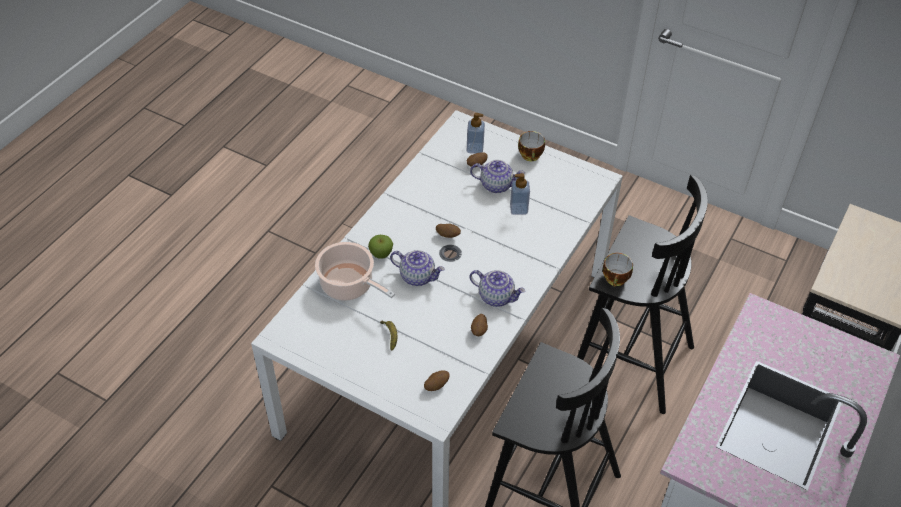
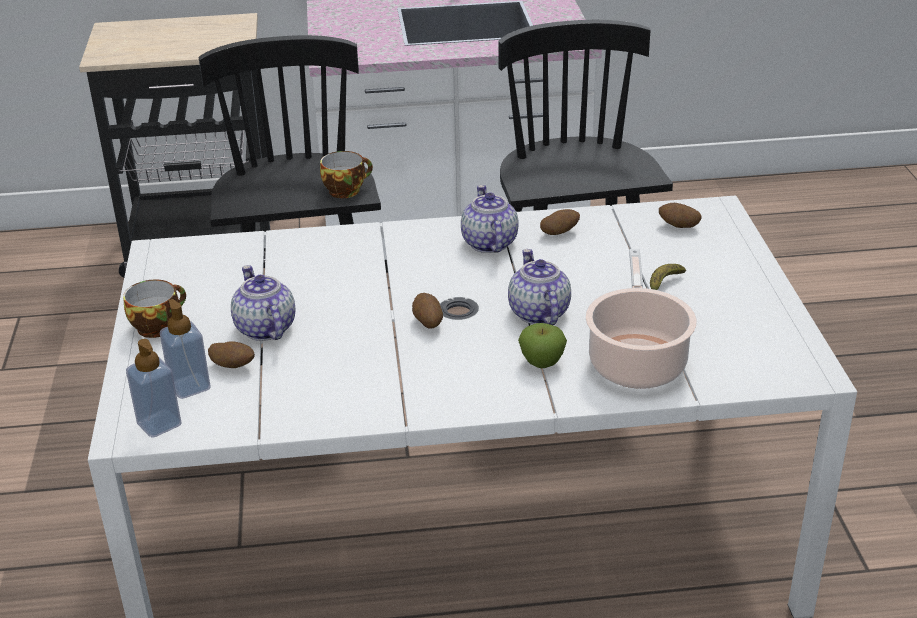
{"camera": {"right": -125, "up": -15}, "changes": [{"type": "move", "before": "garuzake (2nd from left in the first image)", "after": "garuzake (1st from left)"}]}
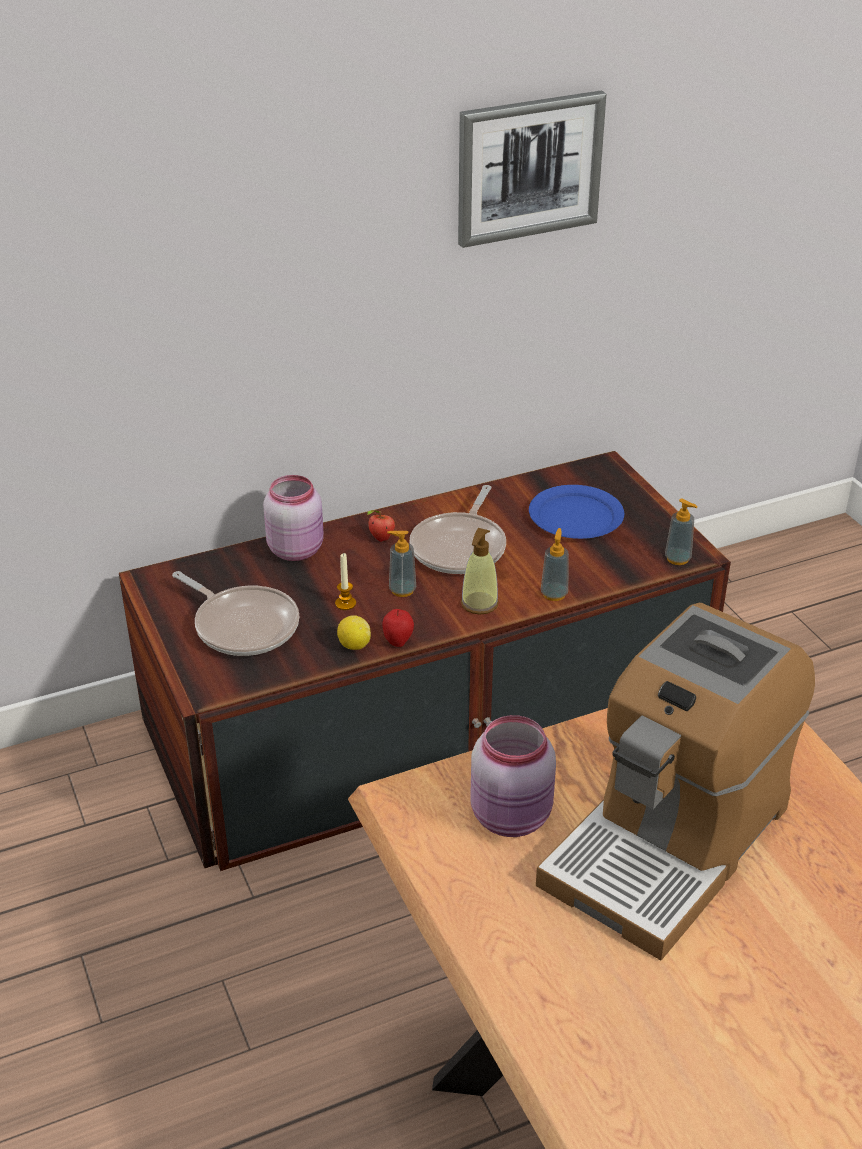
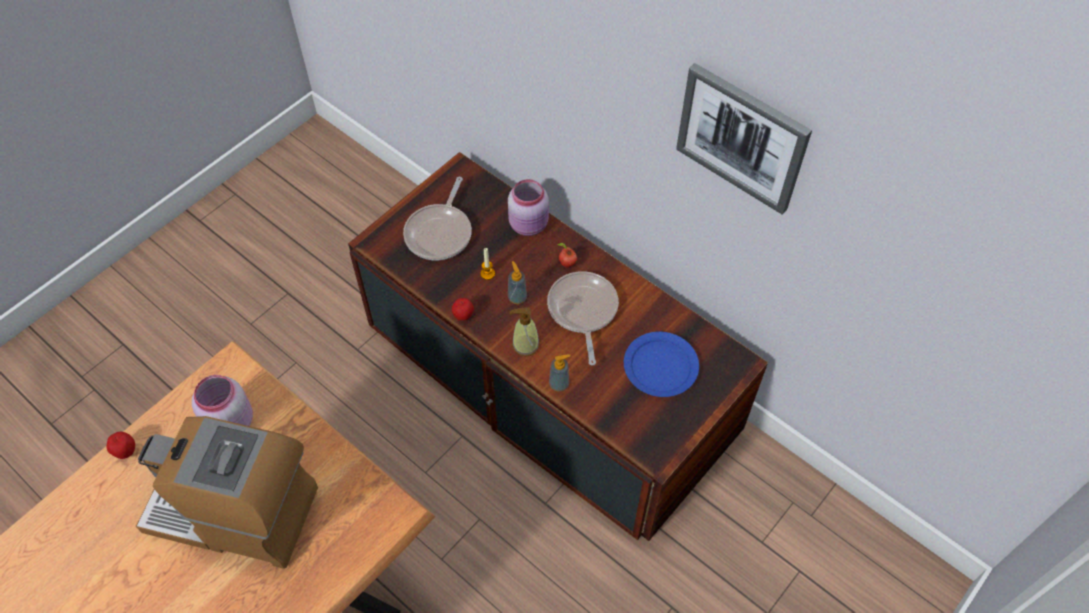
{"camera": {"right": 65, "up": 20}, "changes": [{"type": "delete", "before": "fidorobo"}, {"type": "delete", "before": "garuzake (4th from left)"}, {"type": "insert", "after": "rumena (1st from left)"}, {"type": "rotate", "before": "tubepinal (2nd from left)", "turn": 90}]}
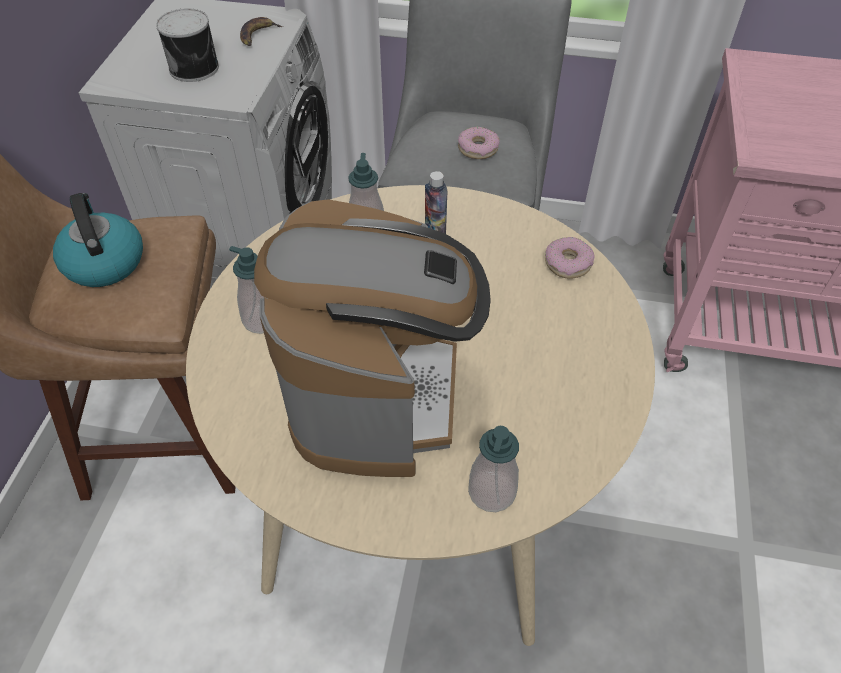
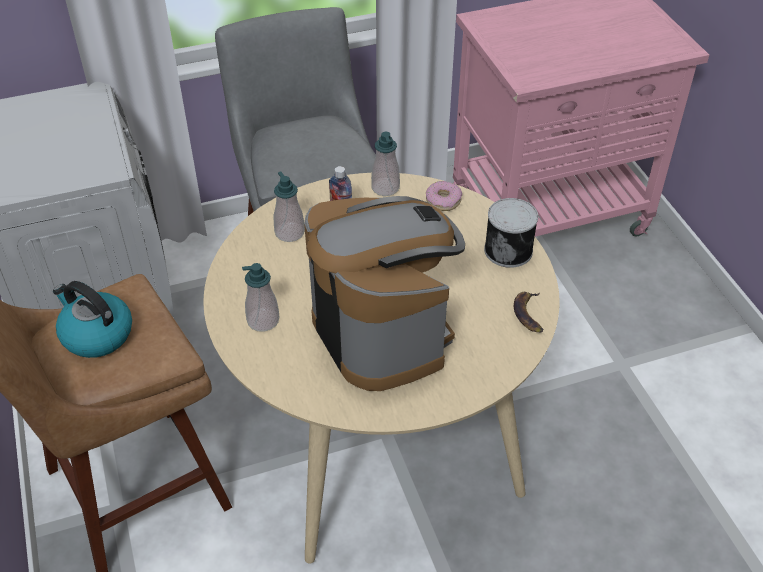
{"camera": {"right": -30, "up": -5}, "changes": [{"type": "delete", "before": "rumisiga (1st from left)"}, {"type": "move", "before": "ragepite"}, {"type": "move", "before": "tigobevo"}, {"type": "move", "before": "garuzake (3rd from left)"}]}
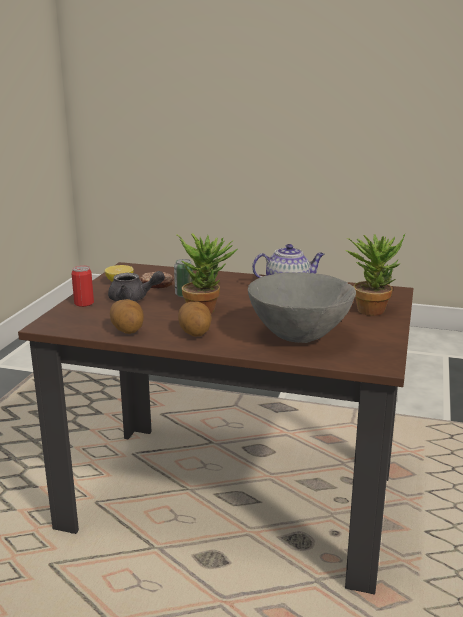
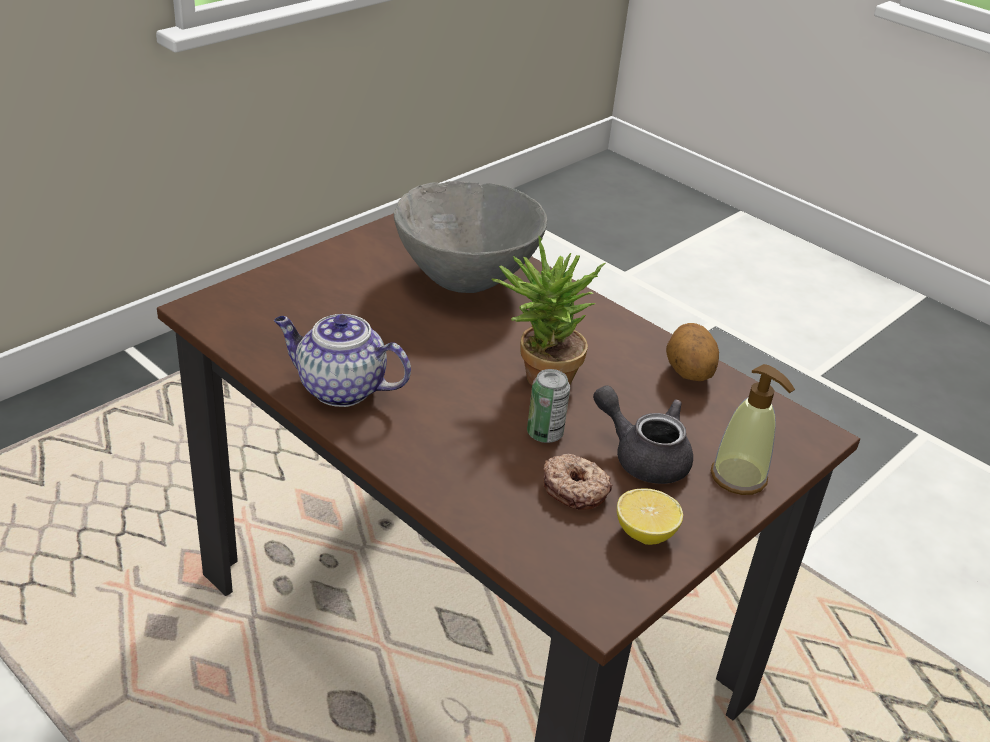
{"camera": {"right": -155, "up": 15}, "changes": [{"type": "delete", "before": "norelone (2nd from left)"}, {"type": "delete", "before": "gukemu (2nd from left)"}, {"type": "replace", "before": "ragepite (1st from left)", "after": "garuzake"}]}
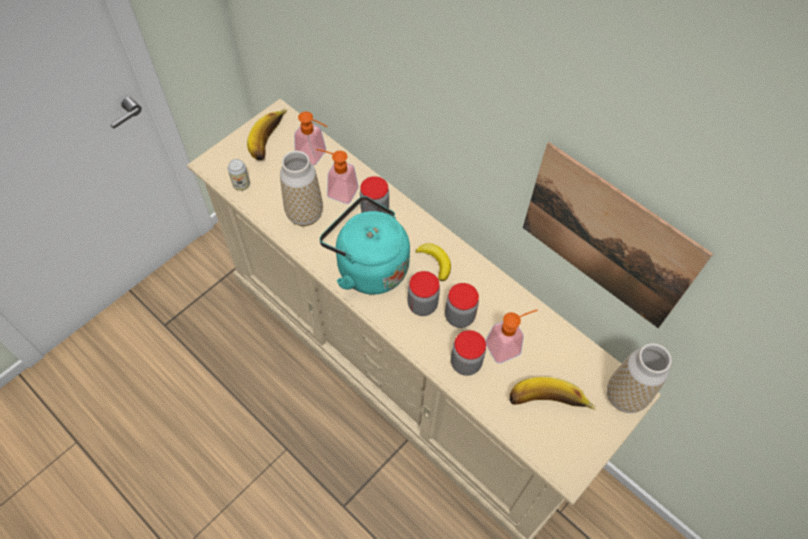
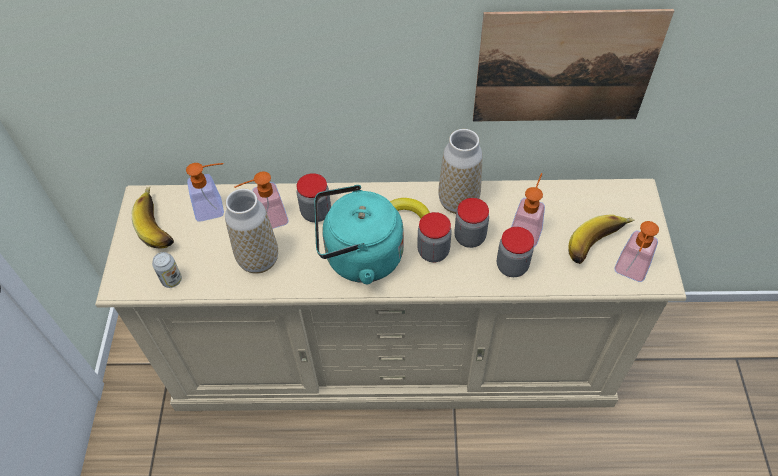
{"camera": {"right": -40, "up": -5}, "changes": [{"type": "insert", "after": "garuzake (4th from left)"}, {"type": "move", "before": "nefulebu (2nd from left)"}]}
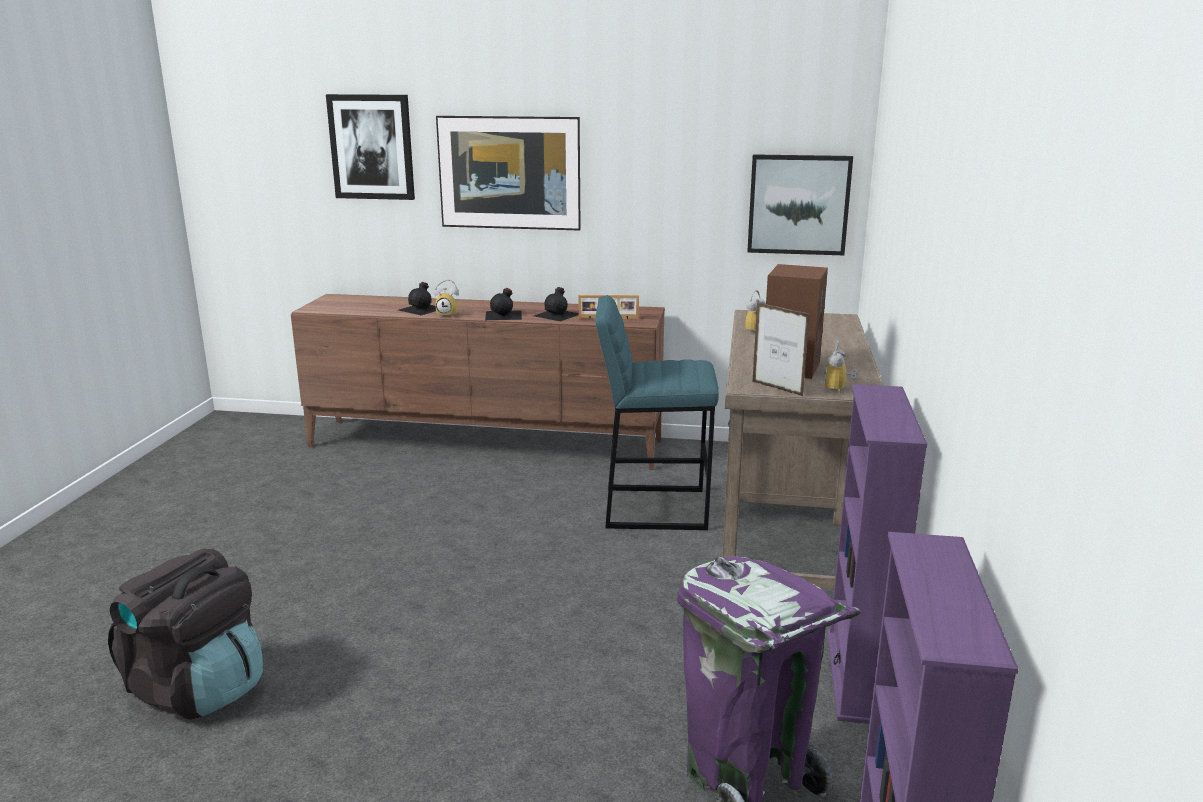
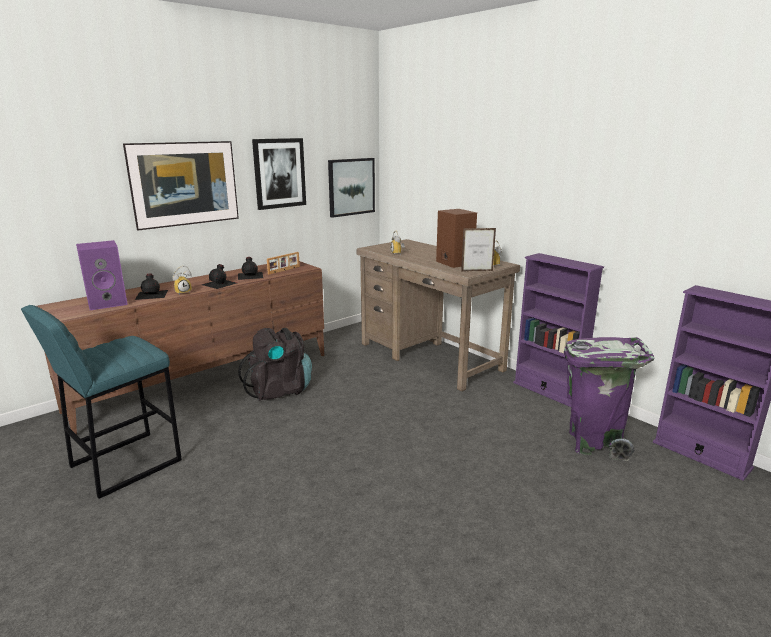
{"camera": {"right": -50, "up": 0}, "changes": [{"type": "insert", "after": "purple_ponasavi"}, {"type": "move", "before": "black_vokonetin"}, {"type": "move", "before": "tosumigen (1st from left in the first image)", "after": "tosumigen (2nd from left)"}, {"type": "move", "before": "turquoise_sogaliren"}]}
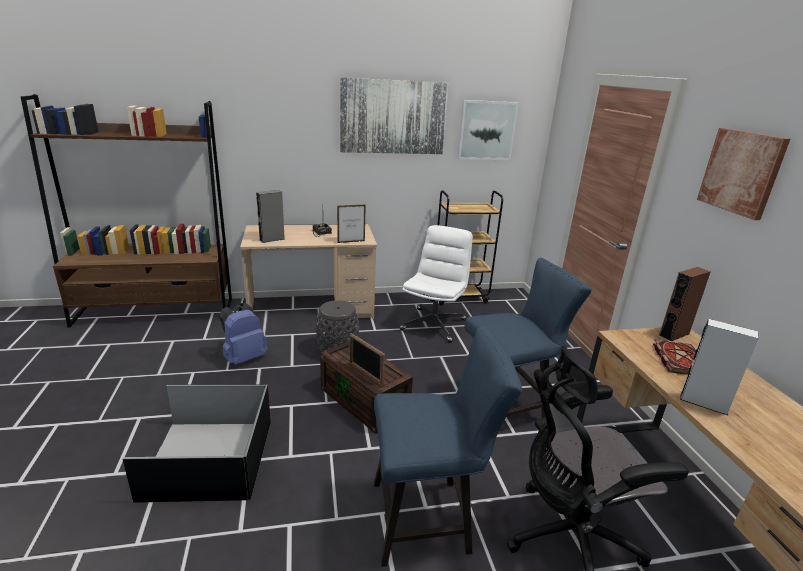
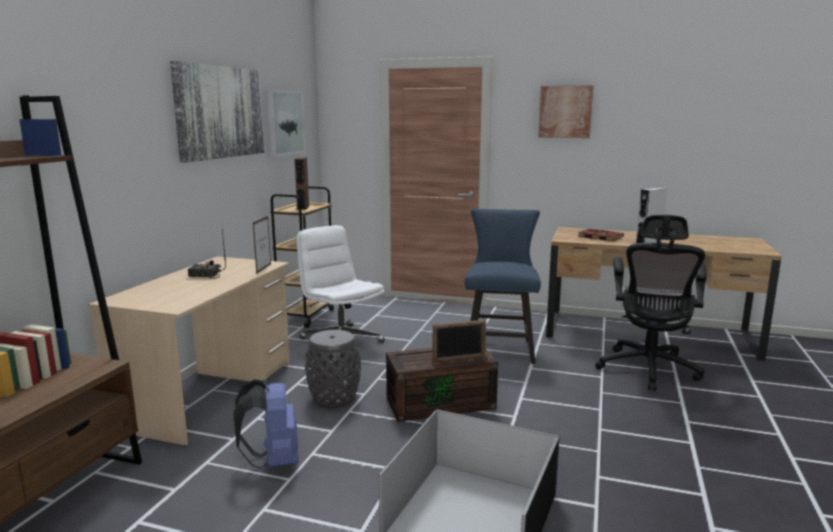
{"camera": {"right": -60, "up": -10}, "changes": [{"type": "delete", "before": "grey_ponasavi (1st from left)"}, {"type": "delete", "before": "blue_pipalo (1st from left)"}, {"type": "move", "before": "brown_ponasavi"}]}
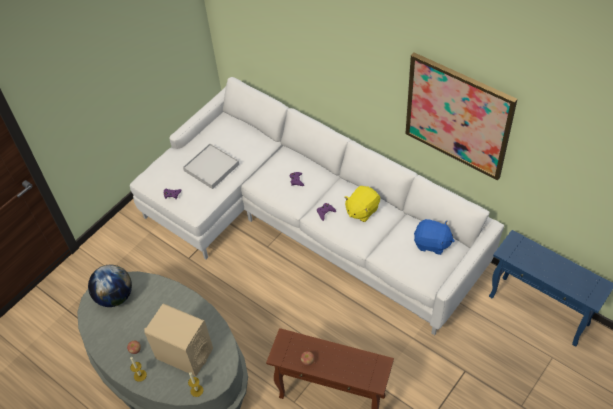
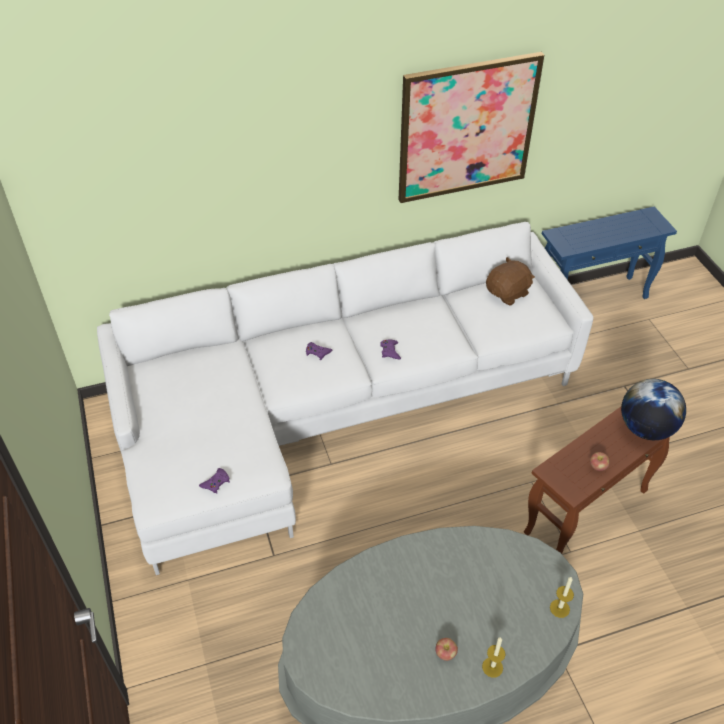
{"camera": {"right": -60, "up": -5}, "changes": [{"type": "delete", "before": "beige_ponasavi"}, {"type": "delete", "before": "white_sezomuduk"}, {"type": "delete", "before": "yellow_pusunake"}, {"type": "move", "before": "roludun"}, {"type": "recolor", "before": "blue_pusunake", "after": "brown_pusunake"}]}
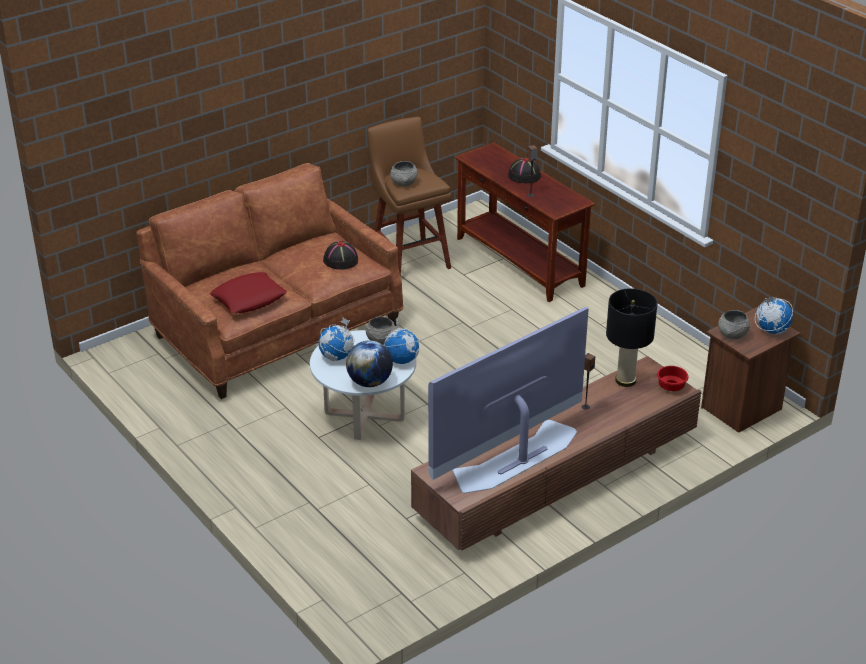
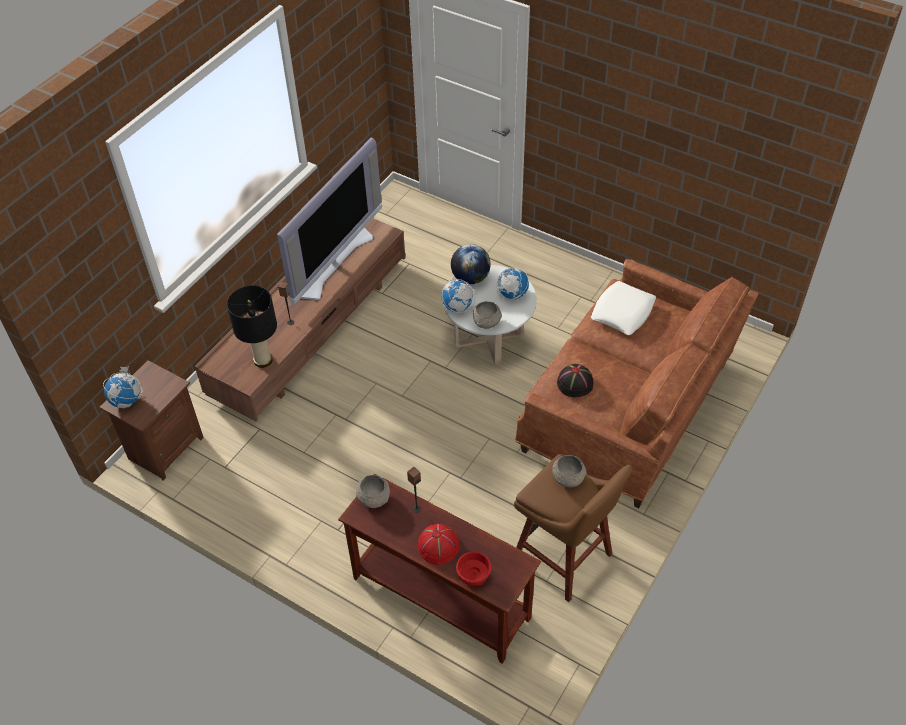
{"camera": {"right": 160, "up": 15}, "changes": [{"type": "move", "before": "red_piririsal"}, {"type": "move", "before": "grey_piririsal (3rd from left in the first image)", "after": "grey_piririsal (1st from left)"}, {"type": "recolor", "before": "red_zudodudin", "after": "white_zudodudin"}, {"type": "recolor", "before": "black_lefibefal (2nd from left)", "after": "red_lefibefal"}]}
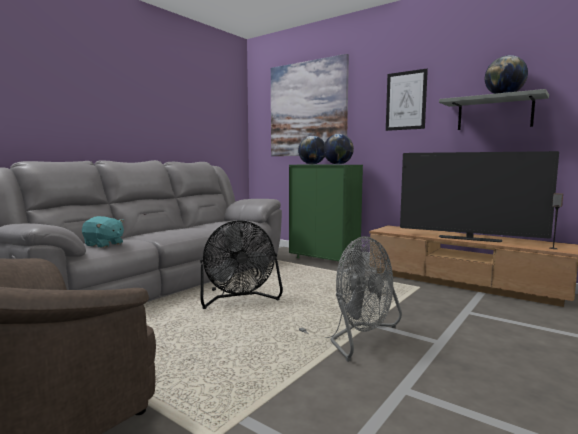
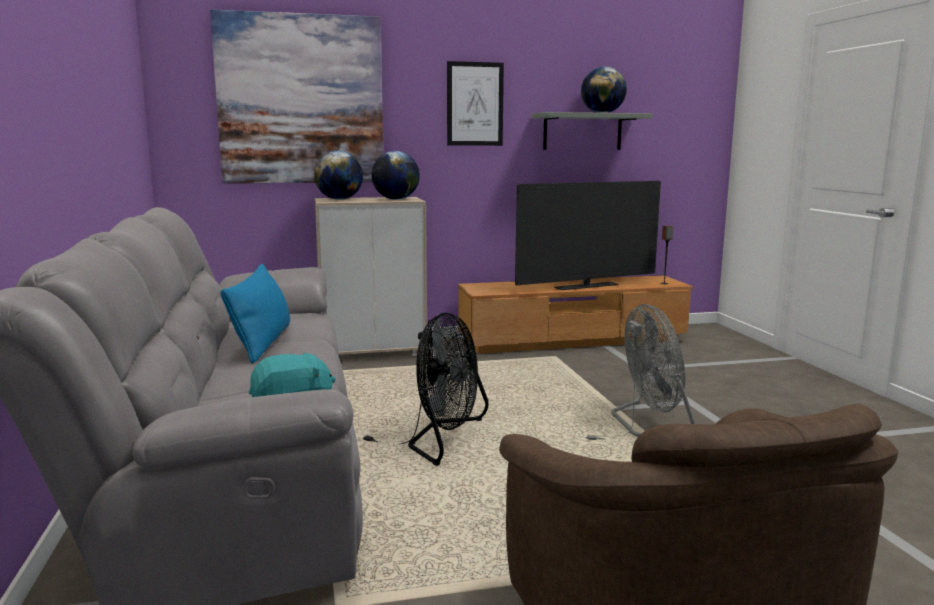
{"camera": {"right": -50, "up": 5}, "changes": [{"type": "insert", "after": "blue_zudodudin"}, {"type": "recolor", "before": "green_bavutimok", "after": "beige_bavutimok"}]}
